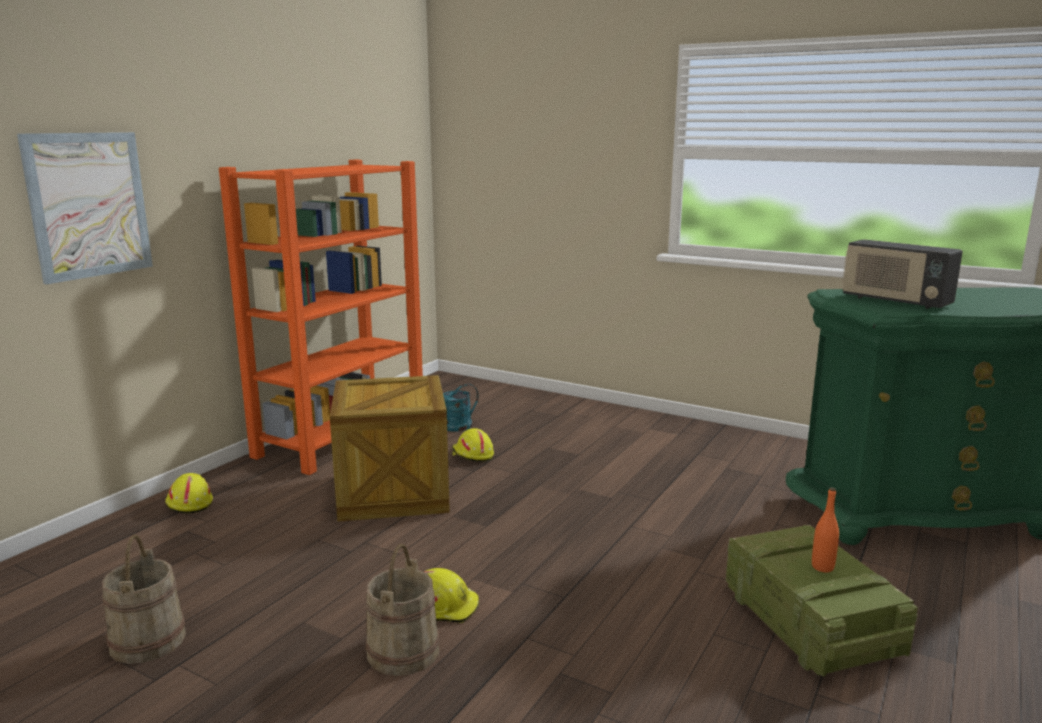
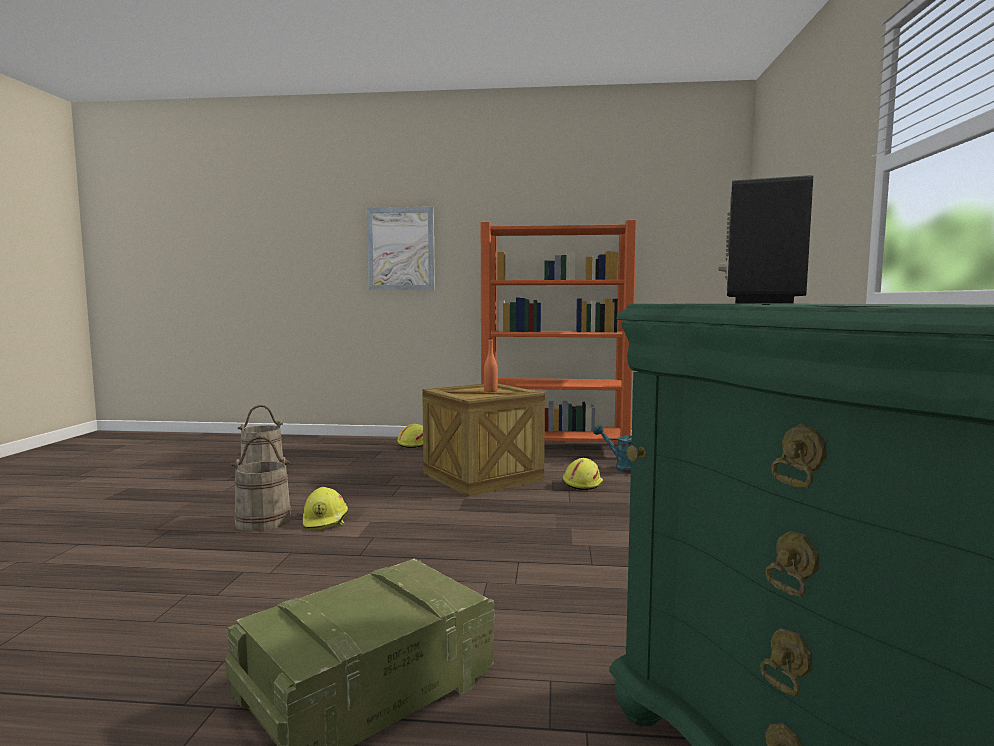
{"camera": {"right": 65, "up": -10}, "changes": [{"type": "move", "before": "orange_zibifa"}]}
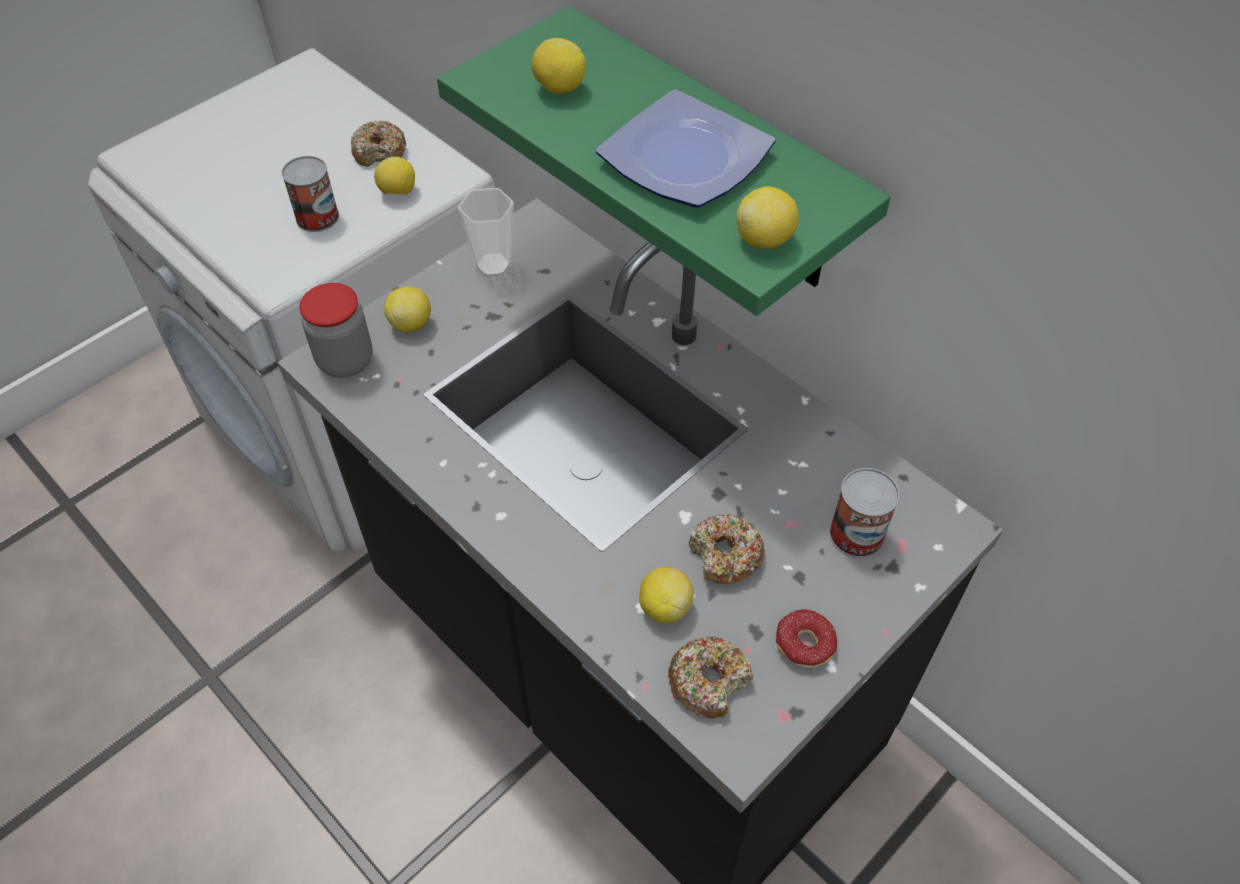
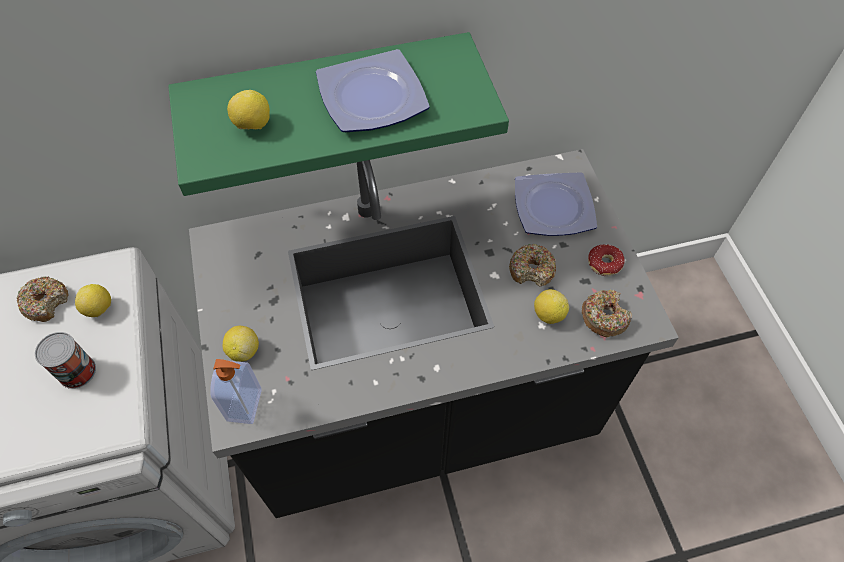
{"camera": {"right": -60, "up": 5}, "changes": [{"type": "delete", "before": "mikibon"}, {"type": "delete", "before": "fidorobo (5th from left)"}, {"type": "replace", "before": "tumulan", "after": "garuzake"}, {"type": "replace", "before": "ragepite (2nd from left)", "after": "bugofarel (2nd from left)"}]}
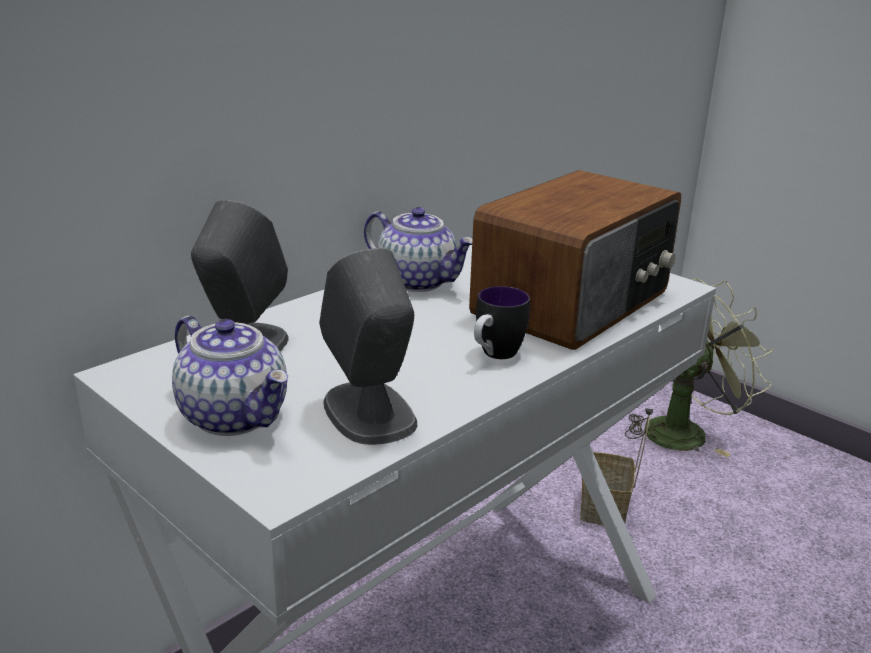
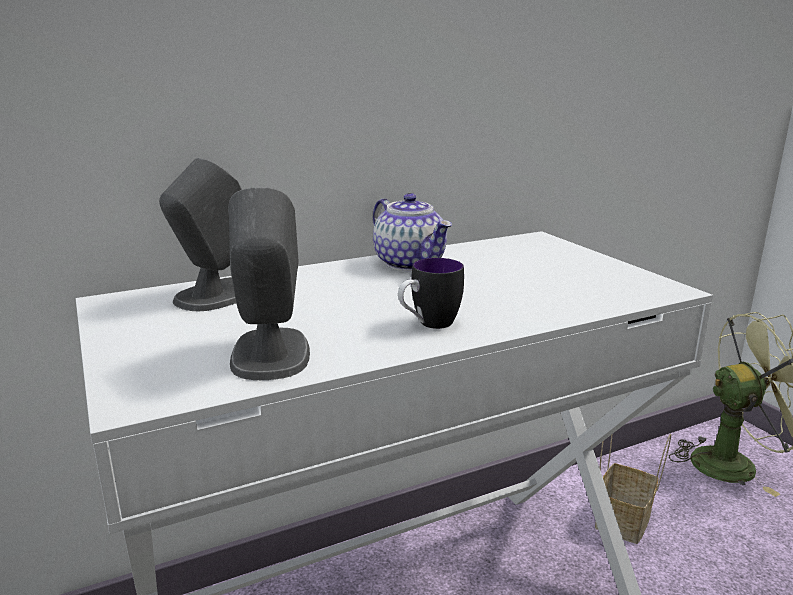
{"camera": {"right": 20, "up": -5}, "changes": [{"type": "delete", "before": "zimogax (1st from left)"}, {"type": "delete", "before": "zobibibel"}]}
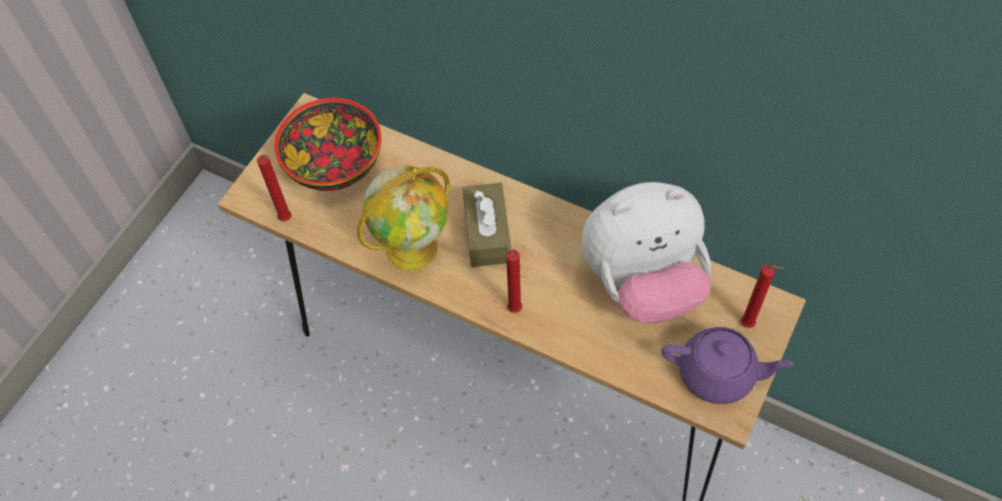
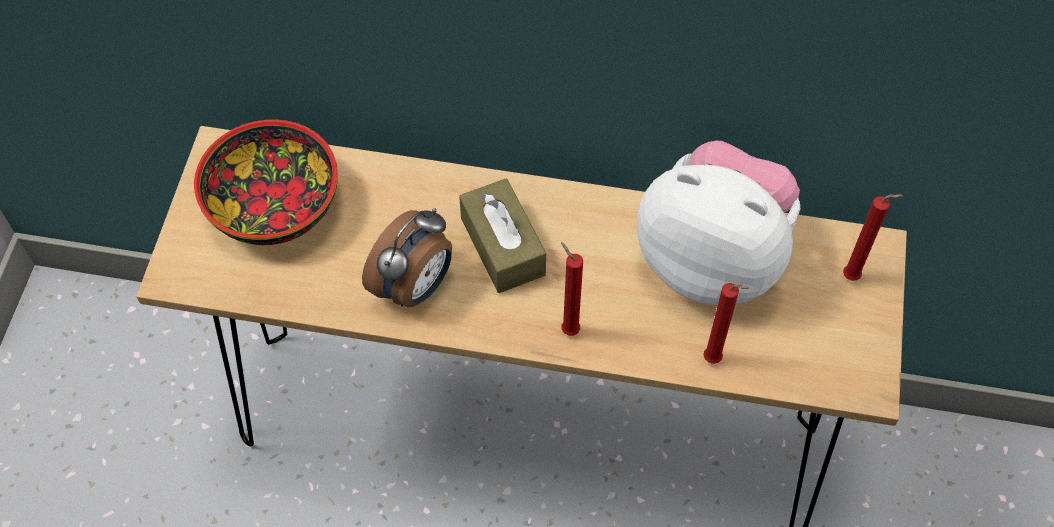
{"camera": {"right": -20, "up": 0}, "changes": [{"type": "delete", "before": "purple_zimogax"}, {"type": "move", "before": "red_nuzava (1st from left in the first image)", "after": "red_nuzava (2nd from left)"}, {"type": "replace", "before": "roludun", "after": "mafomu"}, {"type": "rotate", "before": "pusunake", "turn": -120}]}
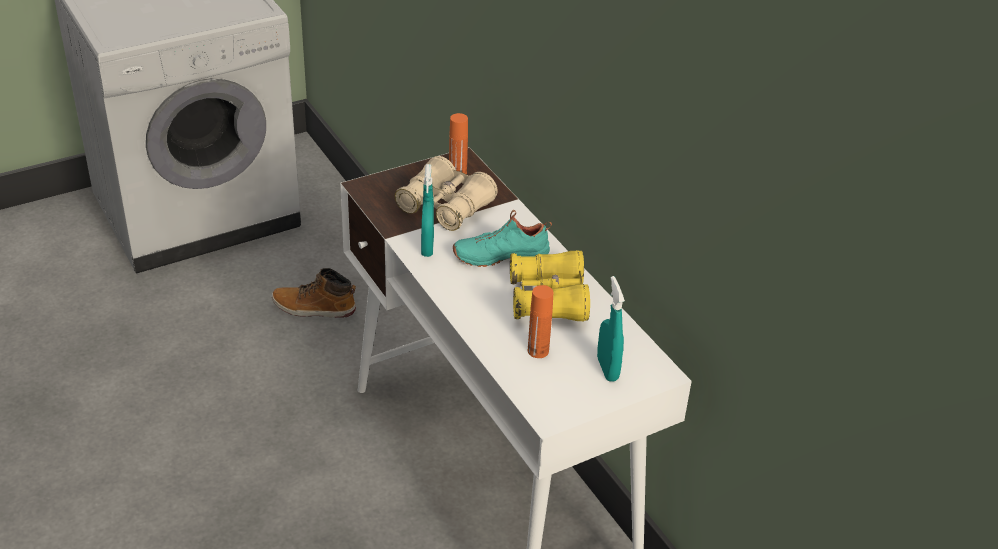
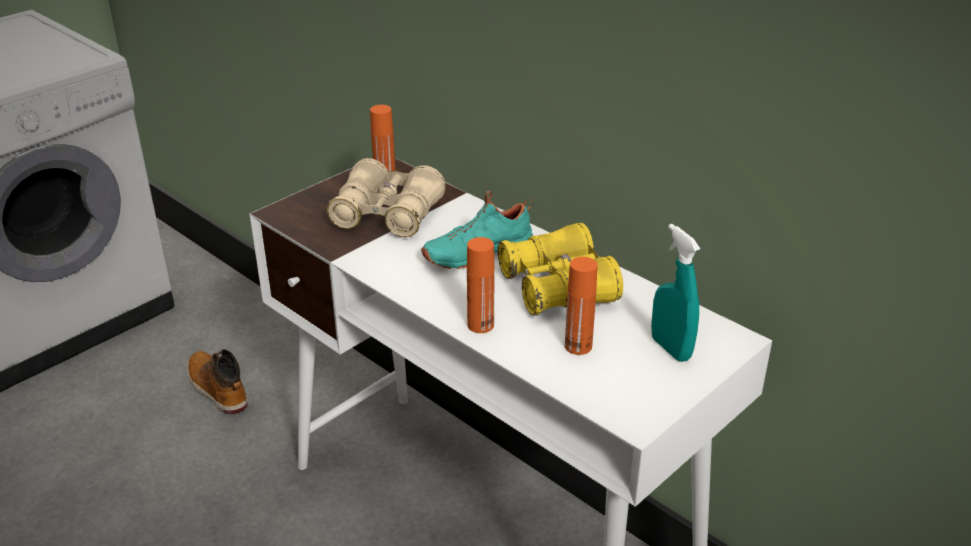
{"camera": {"right": -15, "up": -5}, "changes": [{"type": "delete", "before": "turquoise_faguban (1st from left)"}, {"type": "insert", "after": "orange_zibifa (2nd from left)"}, {"type": "rotate", "before": "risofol", "turn": 60}]}
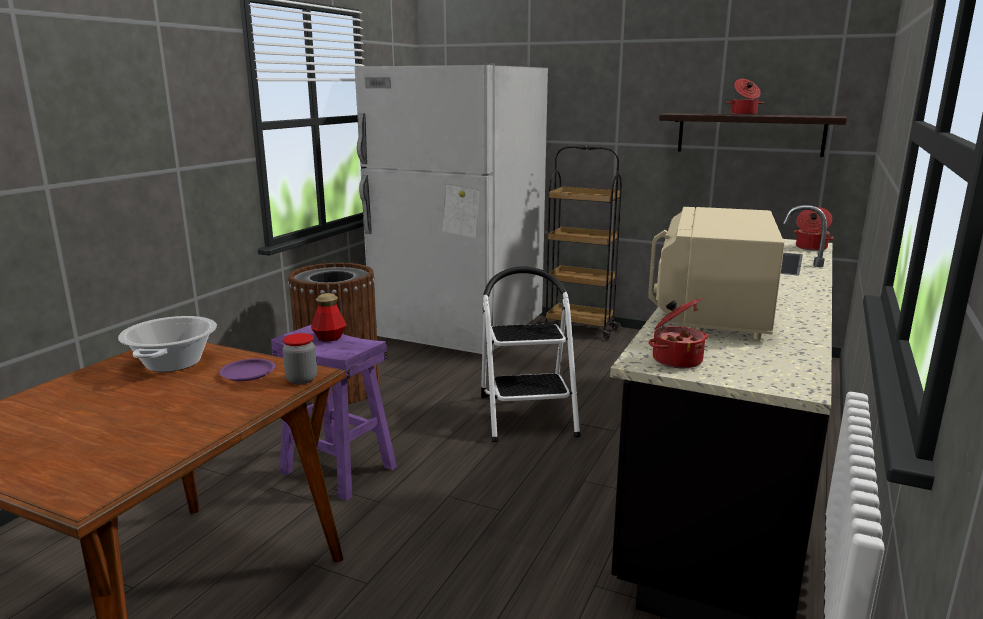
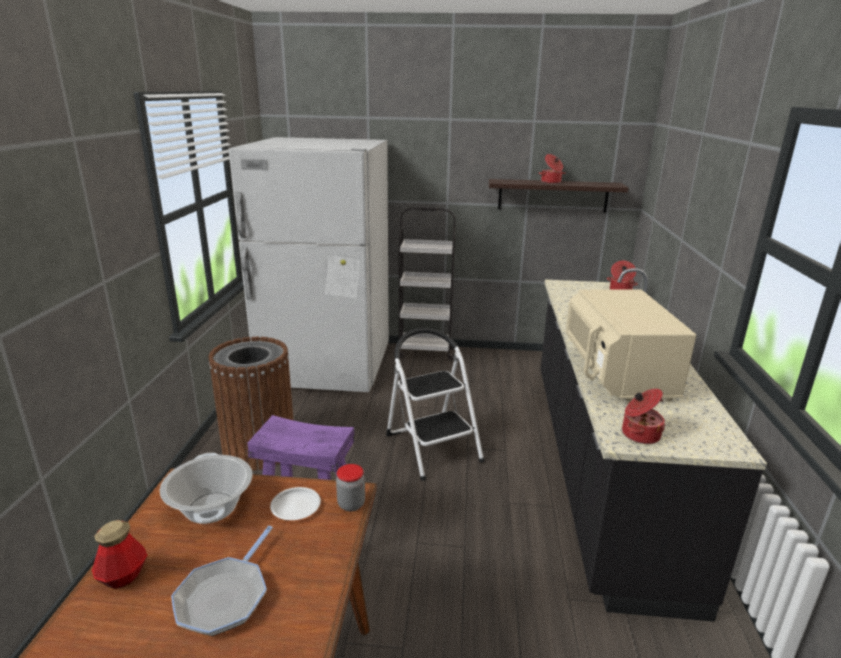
{"camera": {"right": -20, "up": 5}, "changes": [{"type": "insert", "after": "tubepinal"}, {"type": "move", "before": "zibifa"}, {"type": "recolor", "before": "purple_bugofarel", "after": "white_bugofarel"}, {"type": "recolor", "before": "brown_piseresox", "after": "white_piseresox"}]}
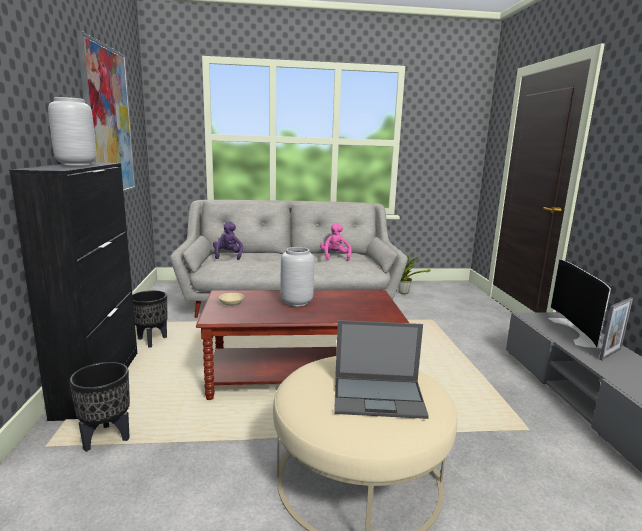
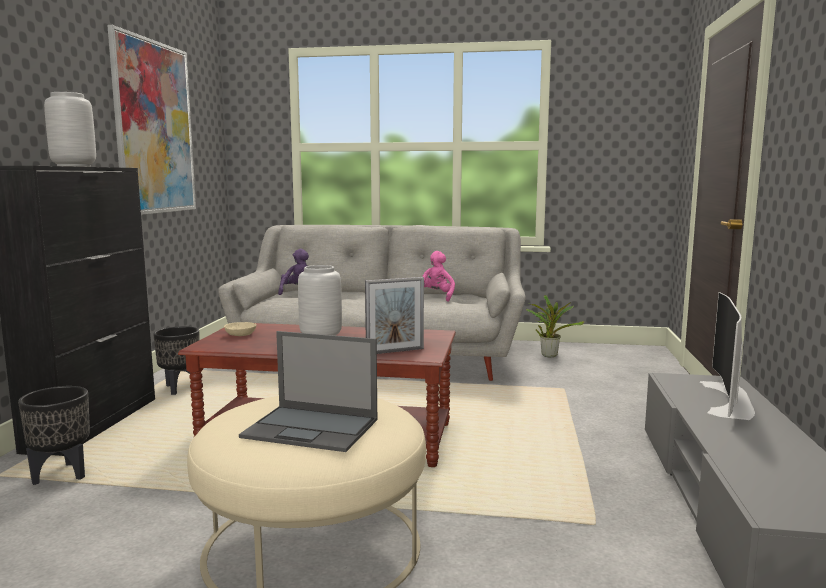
{"camera": {"right": 15, "up": -5}, "changes": [{"type": "move", "before": "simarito"}]}
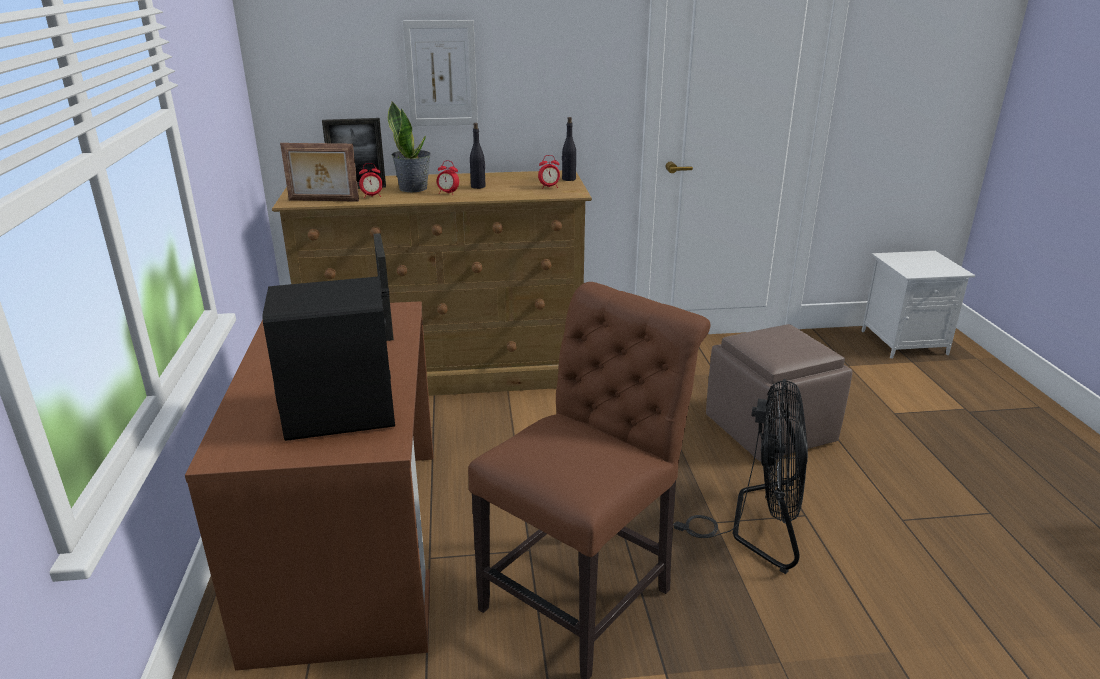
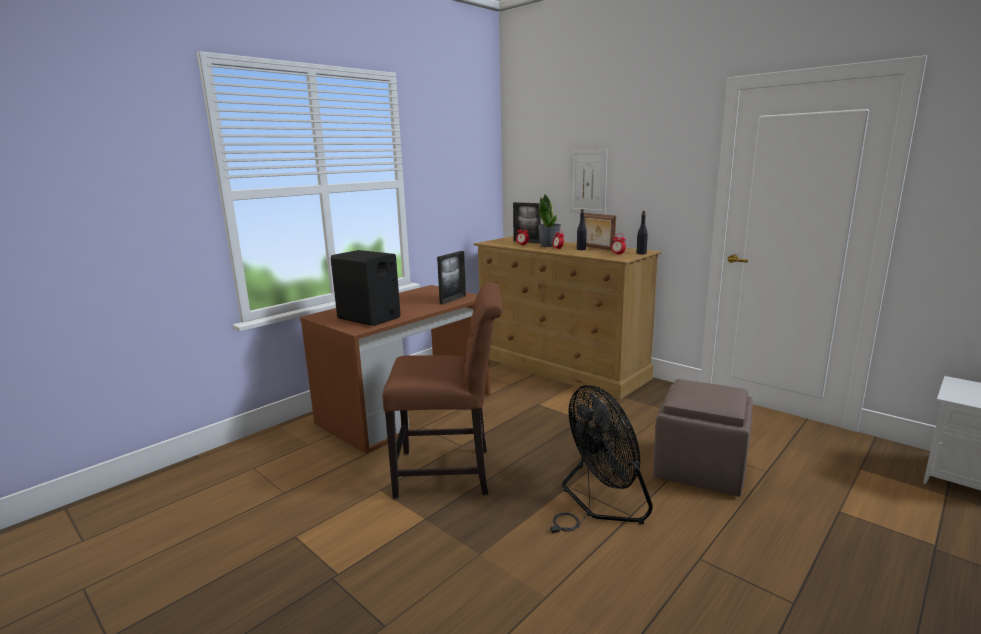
{"camera": {"right": 50, "up": -10}, "changes": [{"type": "move", "before": "simarito (1st from left in the first image)", "after": "simarito (3rd from left)"}, {"type": "rotate", "before": "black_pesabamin", "turn": -90}]}
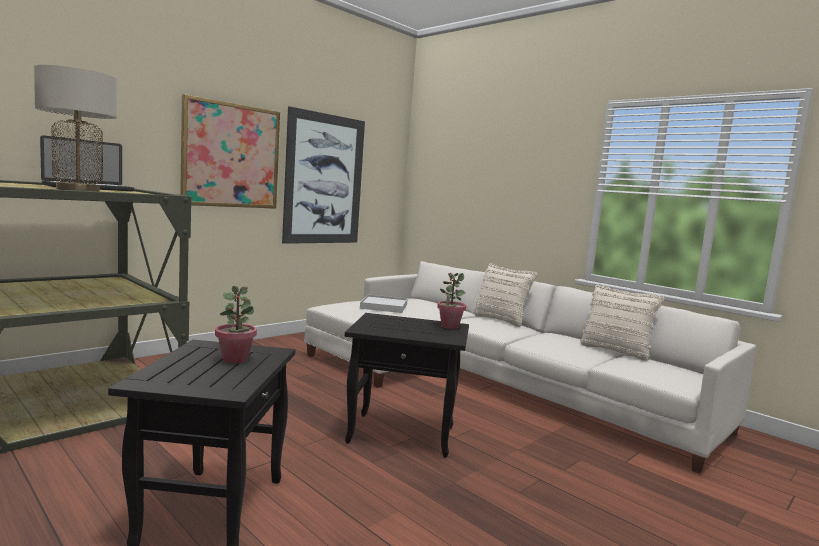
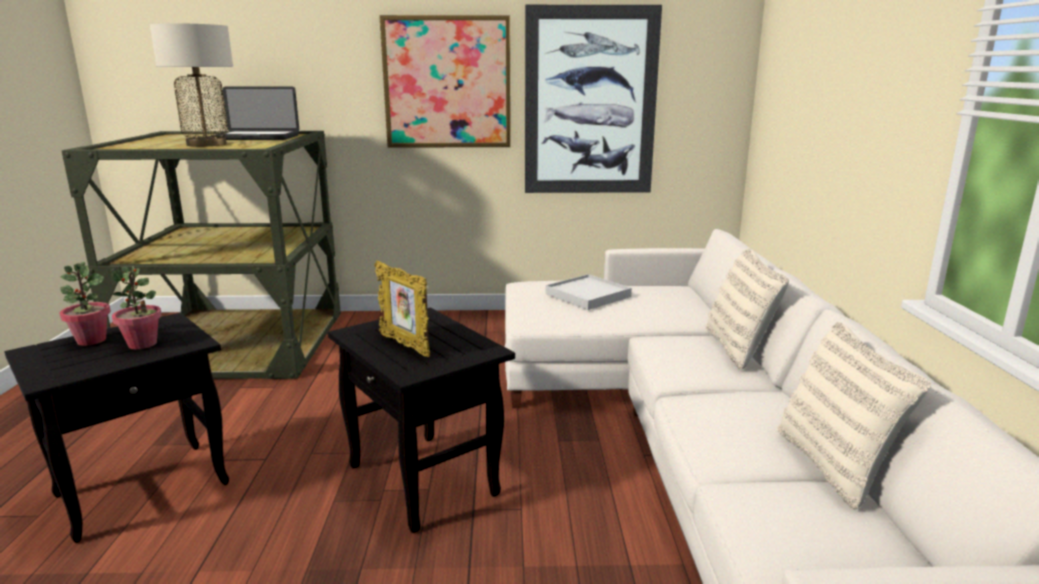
{"camera": {"right": 45, "up": 10}, "changes": [{"type": "insert", "after": "simarito"}, {"type": "move", "before": "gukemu (2nd from left in the first image)", "after": "gukemu (1st from left)"}]}
